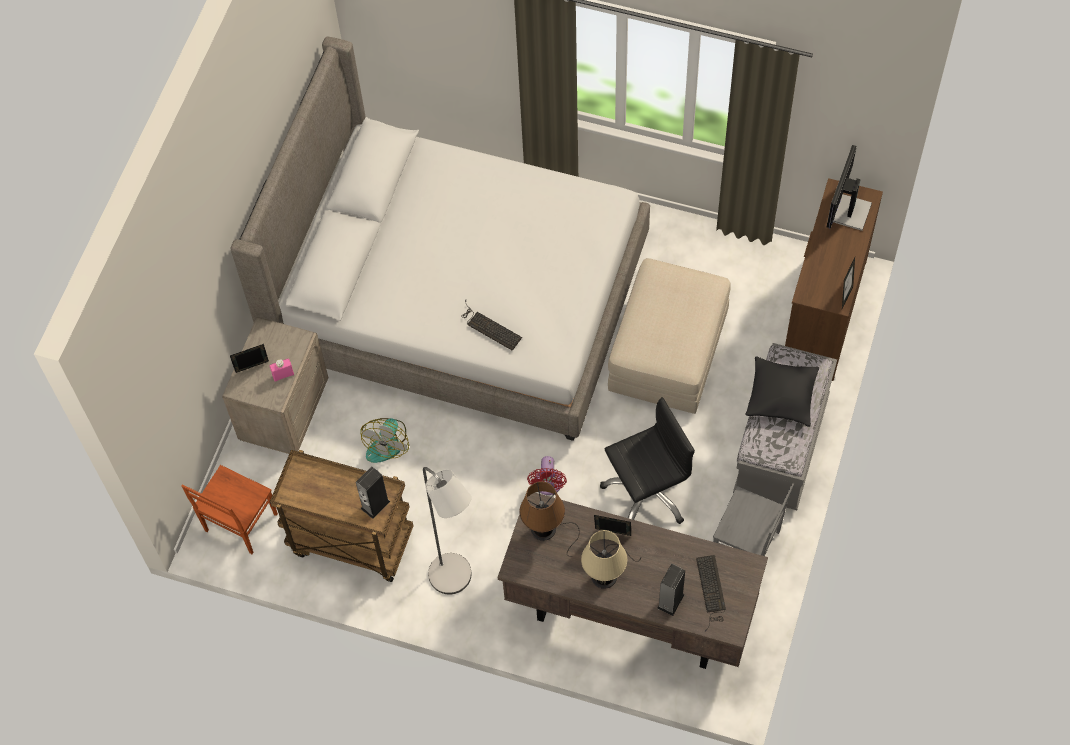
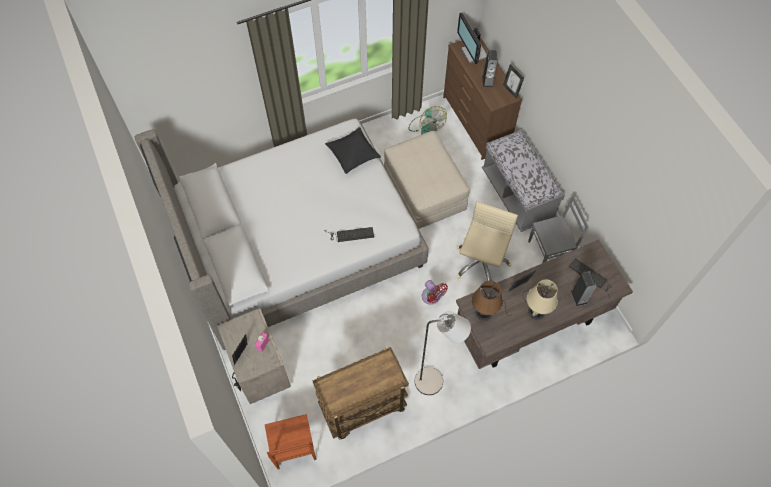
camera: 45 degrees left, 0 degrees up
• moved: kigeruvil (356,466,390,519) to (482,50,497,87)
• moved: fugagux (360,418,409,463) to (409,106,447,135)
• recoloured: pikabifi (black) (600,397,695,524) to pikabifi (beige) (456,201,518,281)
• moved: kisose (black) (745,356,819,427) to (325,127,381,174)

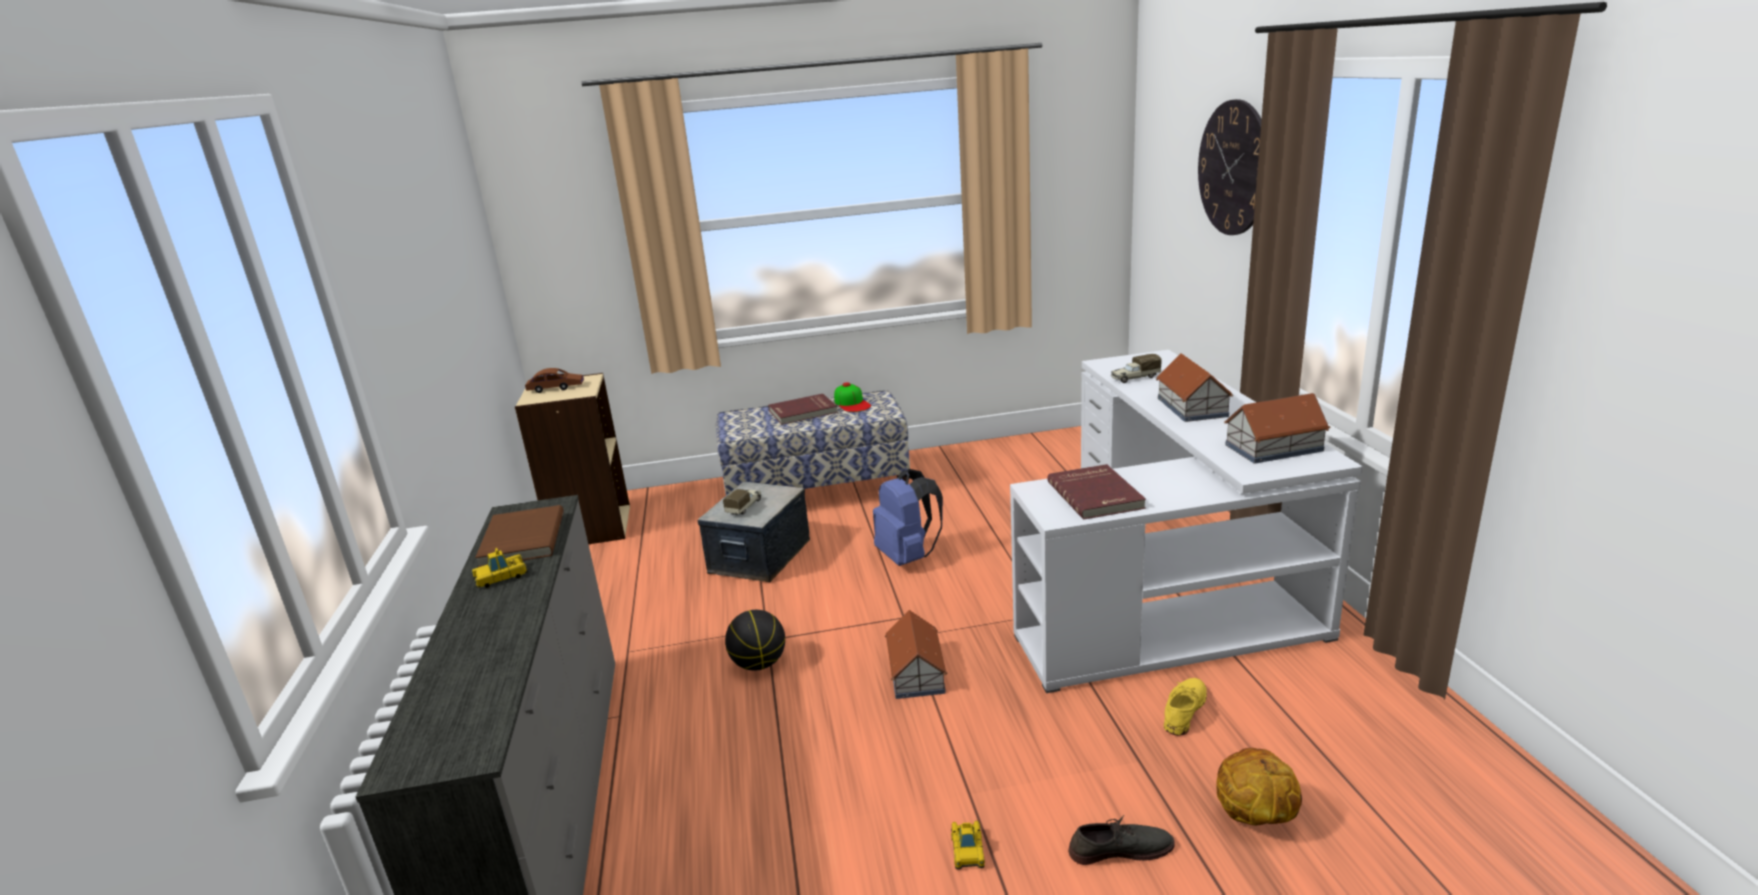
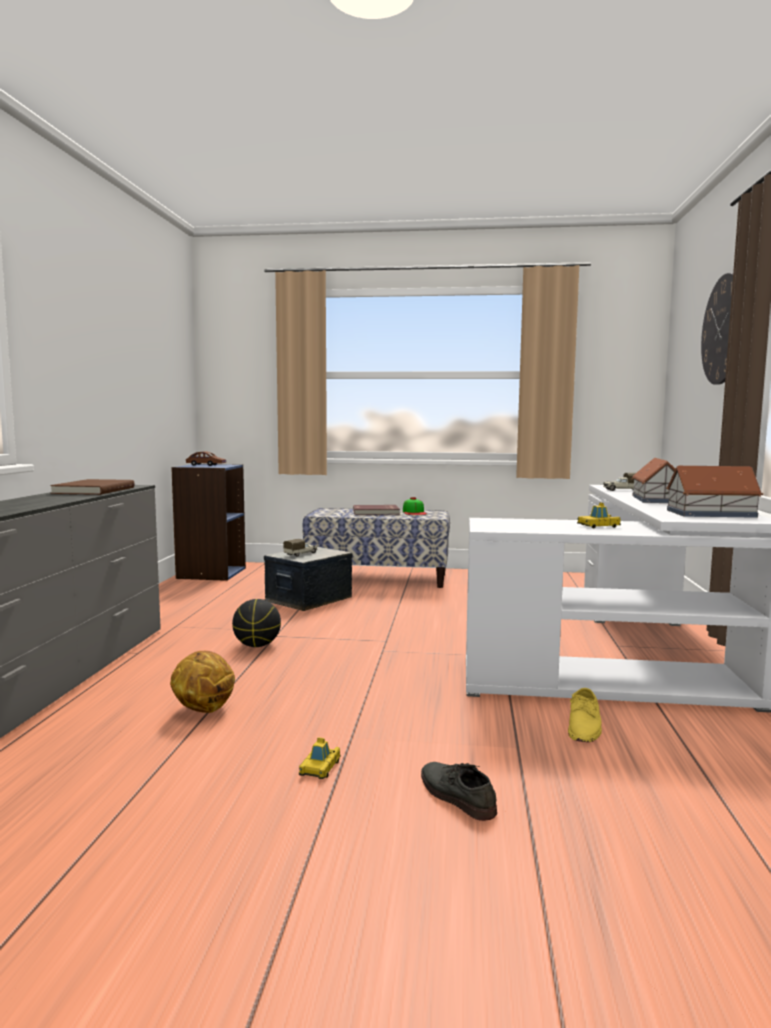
camera: 15 degrees right, 15 degrees down
• moved: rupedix (471,548,528,588) to (577,502,621,528)
• recoloured: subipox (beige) (515,373,630,544) to subipox (blue) (171,464,246,581)
• removed: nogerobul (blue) (873,469,943,566)
• removed: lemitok (885,610,947,699)
• removed: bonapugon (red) (1047,464,1146,520)
• turned: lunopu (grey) (1068,815,1175,865) = (421,762,497,821) 135 degrees counterclockwise
• turned: lunopu (yellow) (1164,678,1207,736) = (568,688,602,742) 150 degrees clockwise
• moved: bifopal (1216,748,1302,826) to (170,651,235,713)

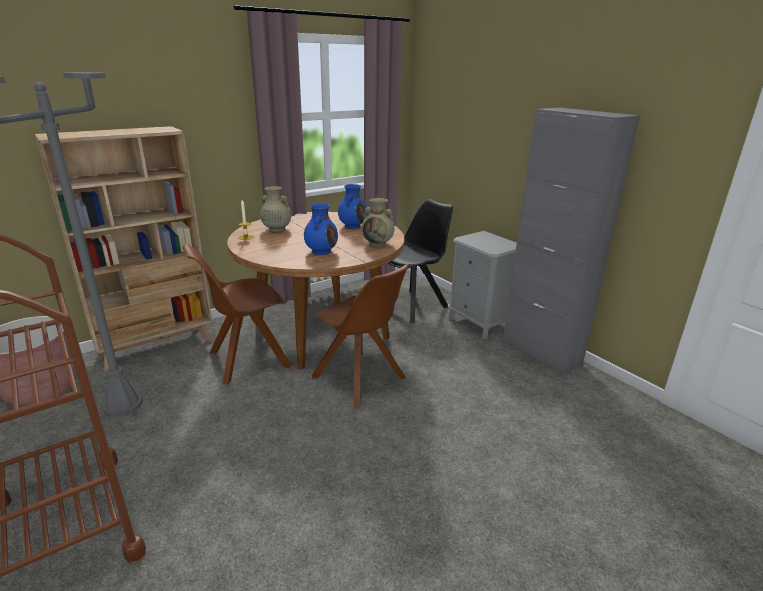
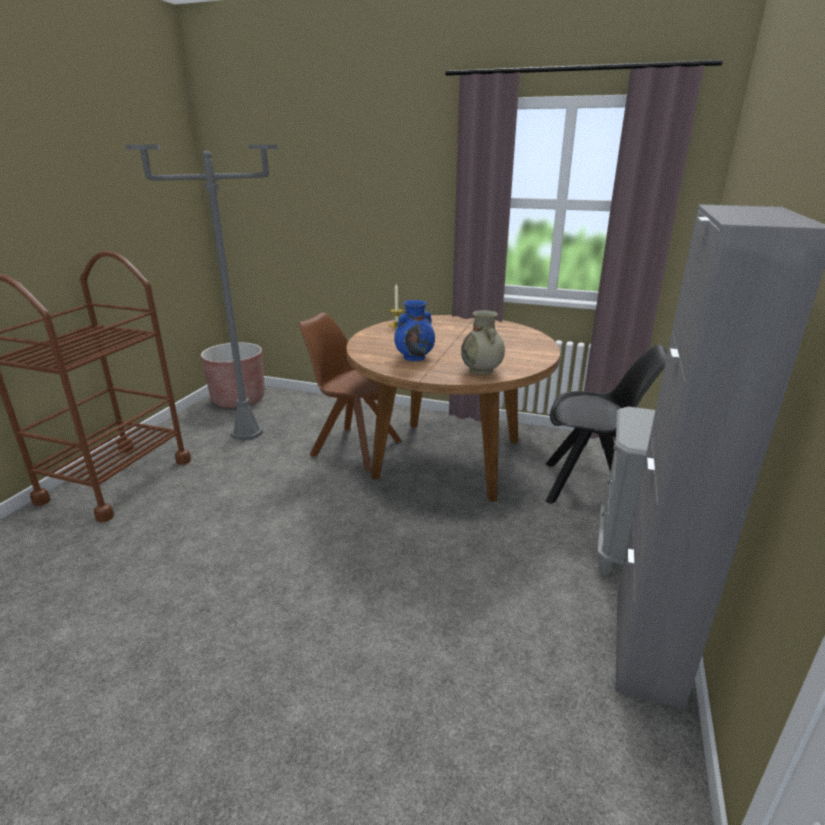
camera: 55 degrees right, 0 degrees up
• removed: subipox (beige) (35,126,213,372)
• removed: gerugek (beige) (260,186,291,232)
• removed: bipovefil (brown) (312,264,409,407)
• removed: gerugek (blue) (338,184,367,229)

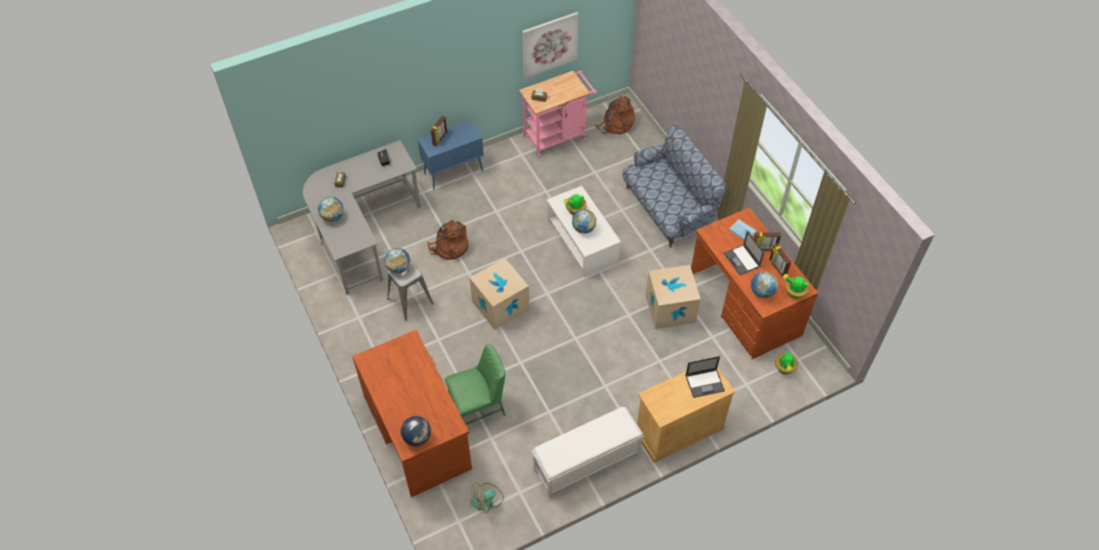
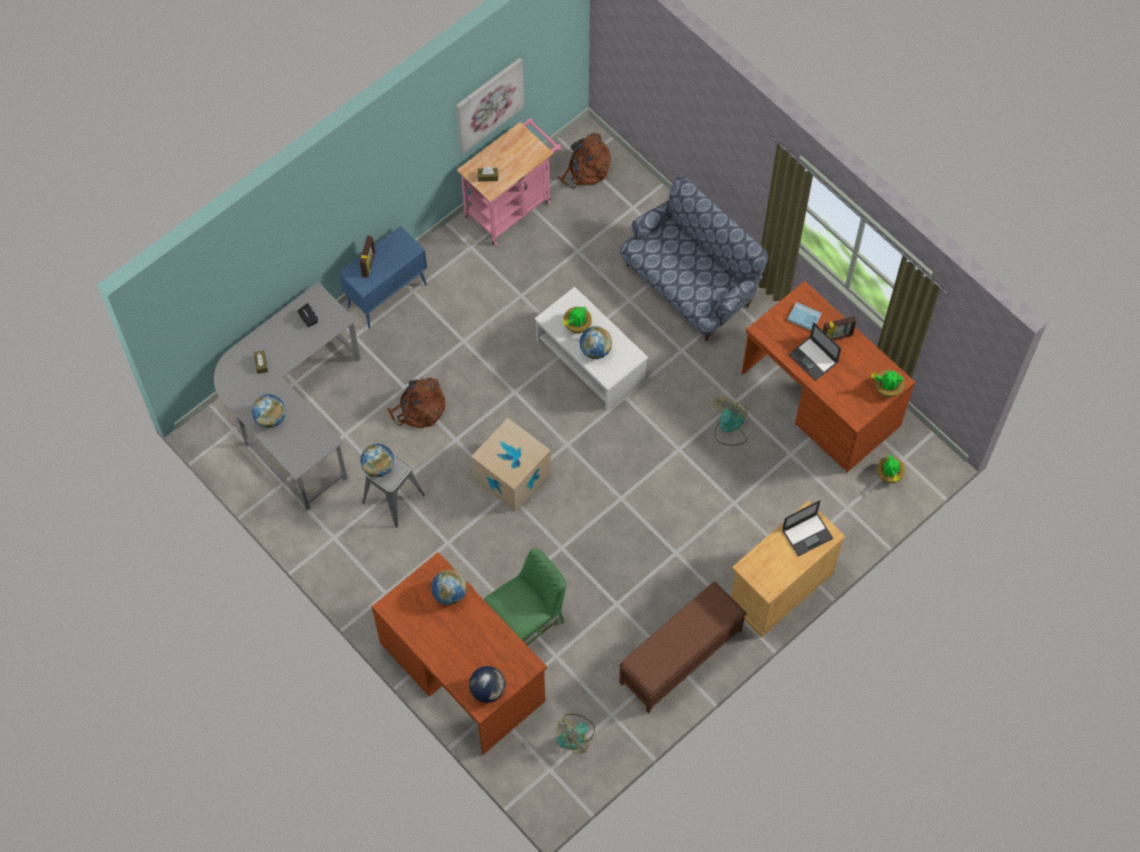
camera: 15 degrees left, 10 degrees up
• recoloured: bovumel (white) (531,407,644,498) to bovumel (brown) (619,582,747,713)
• replaced: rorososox (646,265,701,329) to fugagux (713,397,748,446)
• moved: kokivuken (751,271,778,298) to (431,570,467,605)
• removed: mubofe (769,244,791,277)

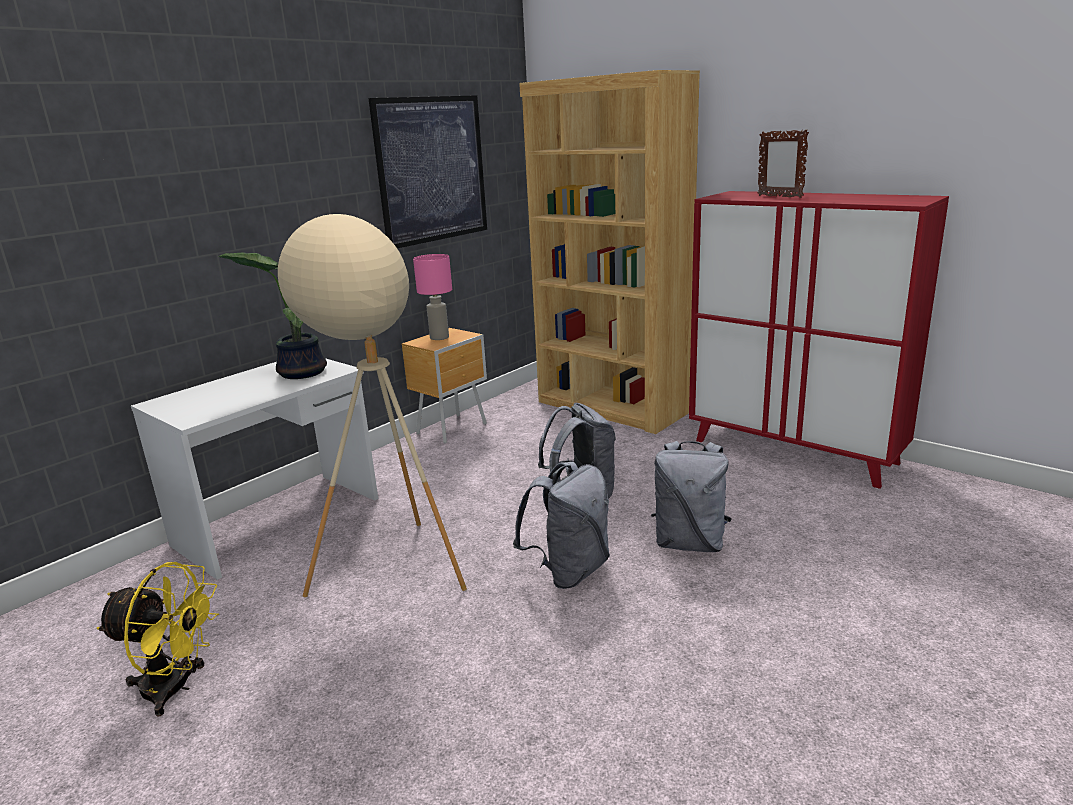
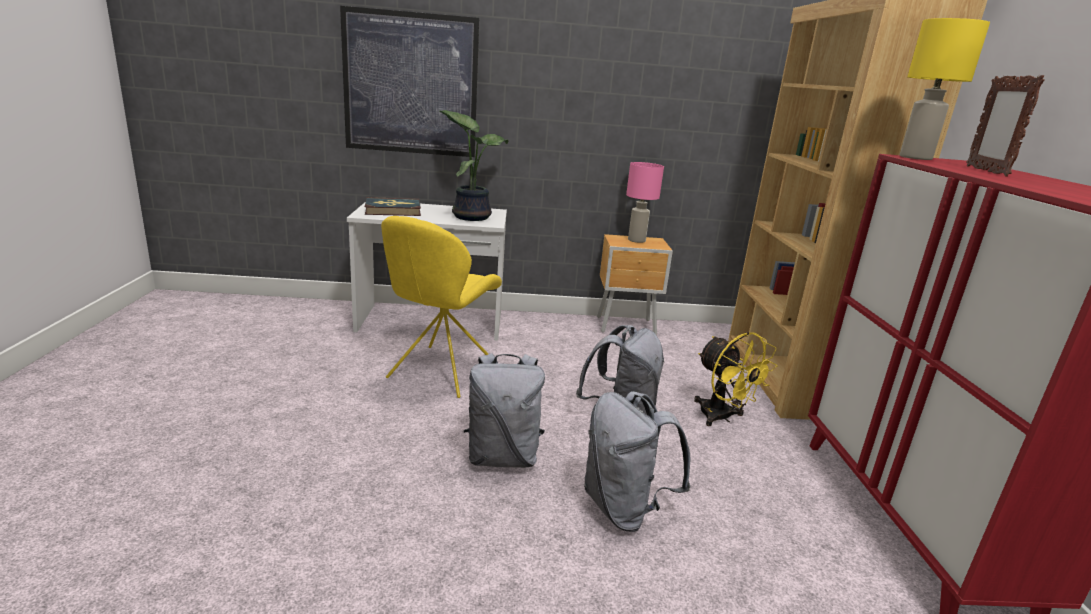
camera: 45 degrees right, 0 degrees up
• moved: fugagux (yellow) (97,562,219,717) to (694,332,777,426)
• replaced: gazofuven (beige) (278,214,467,597) to bipovefil (yellow) (381,216,502,398)
• moved: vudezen (368,95,487,248) to (340,6,479,157)
• added: bonapugon (365,197,421,216)
• added: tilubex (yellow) (900,18,990,160)

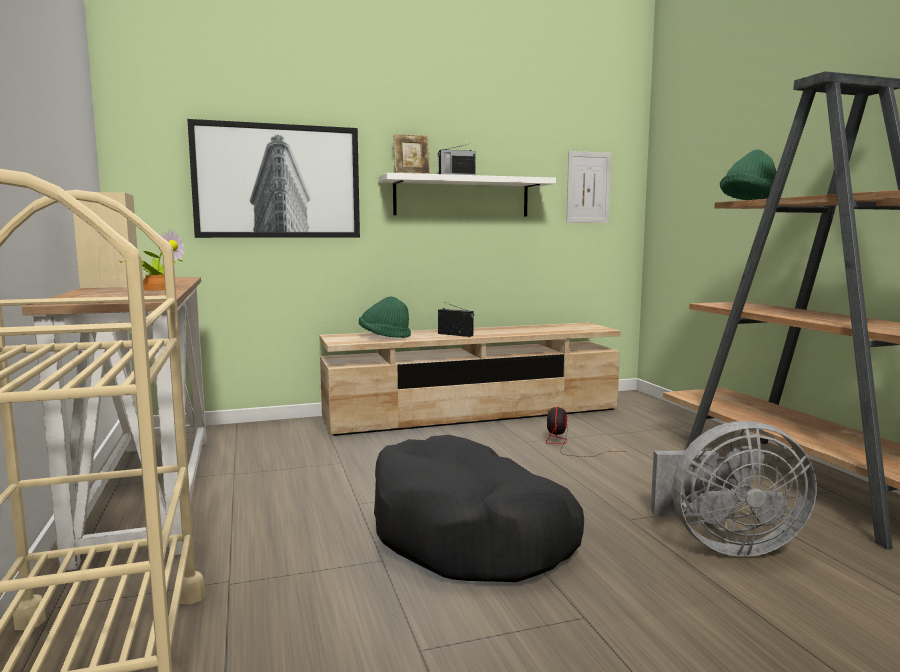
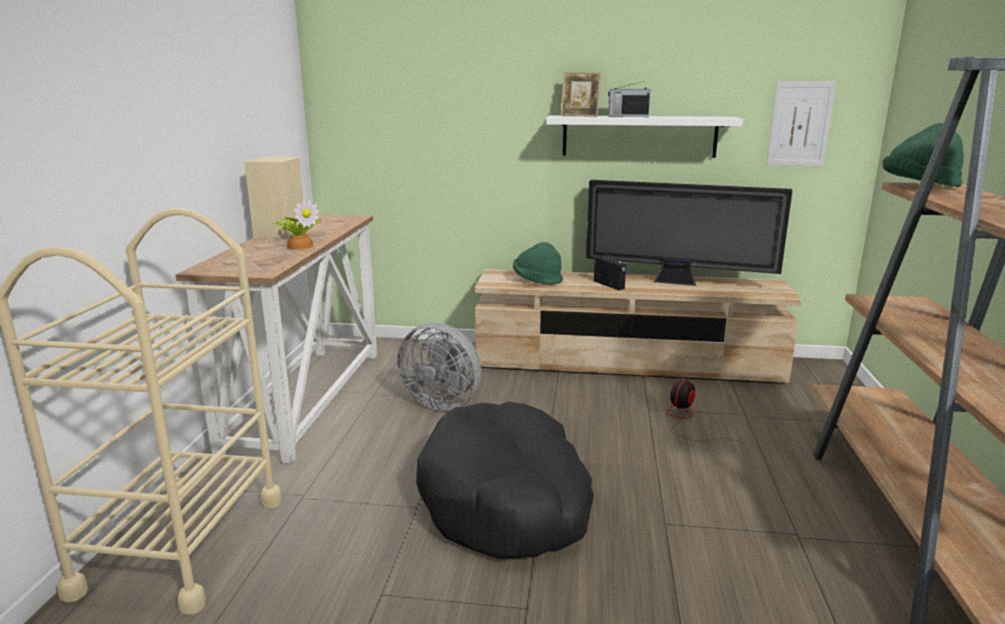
camera: 25 degrees right, 10 degrees up
• removed: vudezen (187,119,360,238)
• moved: fugagux (grey) (651,421,817,557) to (397,323,482,411)
• added: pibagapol (586,180,792,286)

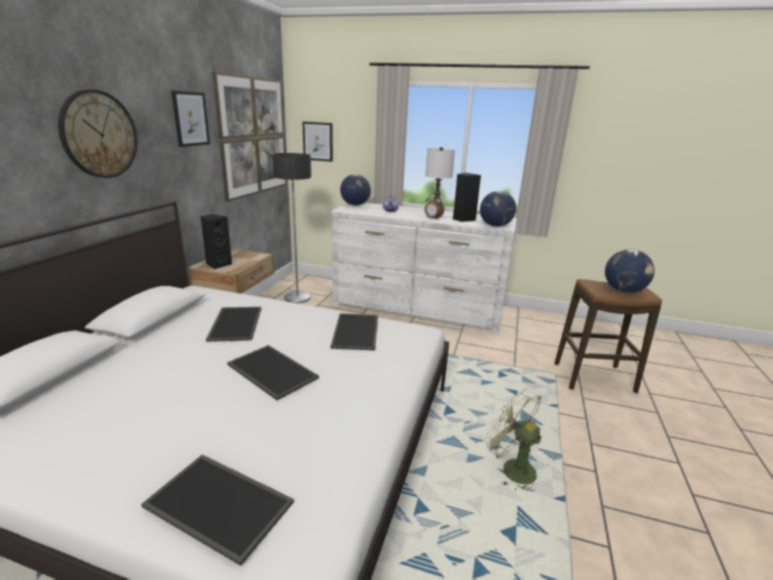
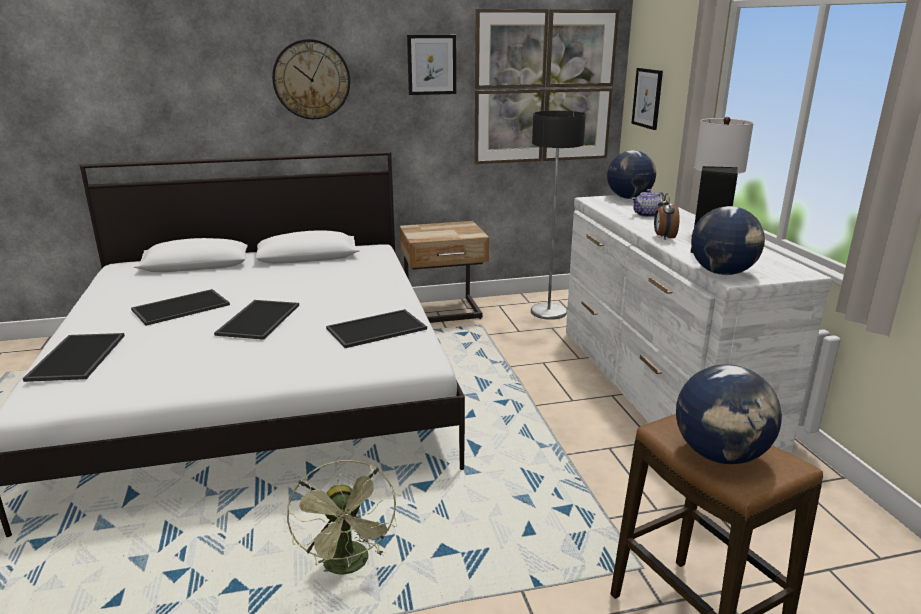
camera: 60 degrees right, 0 degrees up
• removed: kigeruvil (black) (200,214,232,269)
• moved: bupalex (206,307,261,342) to (131,289,230,326)
• turned: fugagux (green) (485,388,542,491) = (287,460,397,575) 150 degrees clockwise

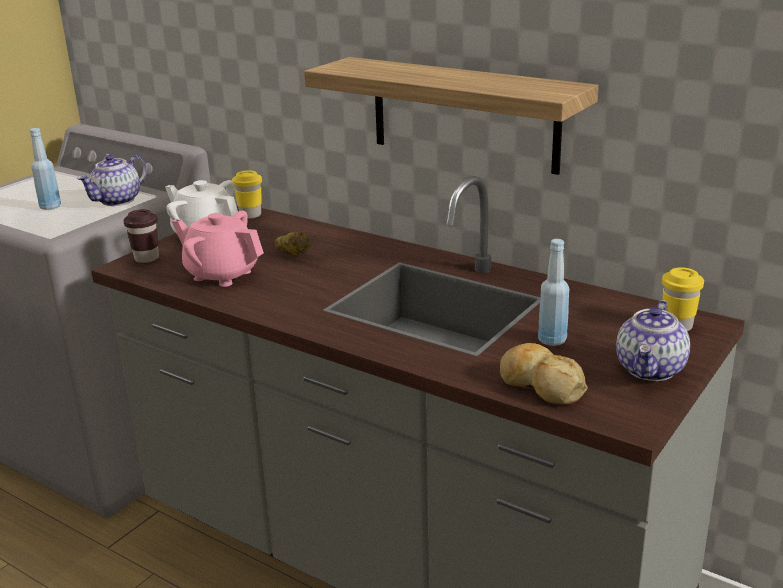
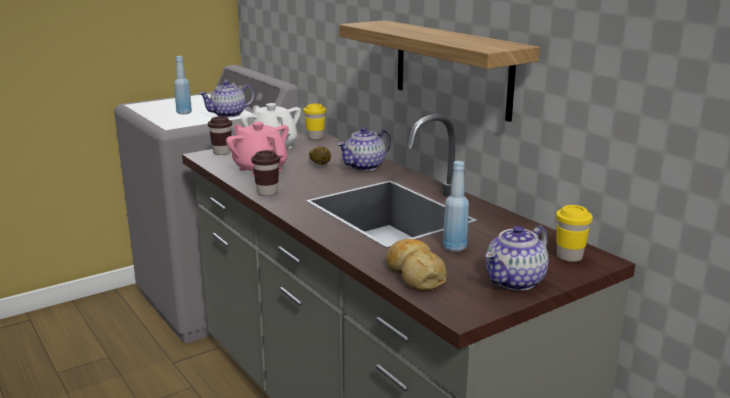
camera: 20 degrees right, 5 degrees down
• added: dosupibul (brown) (251,150,280,196)
• added: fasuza (337,127,391,171)

